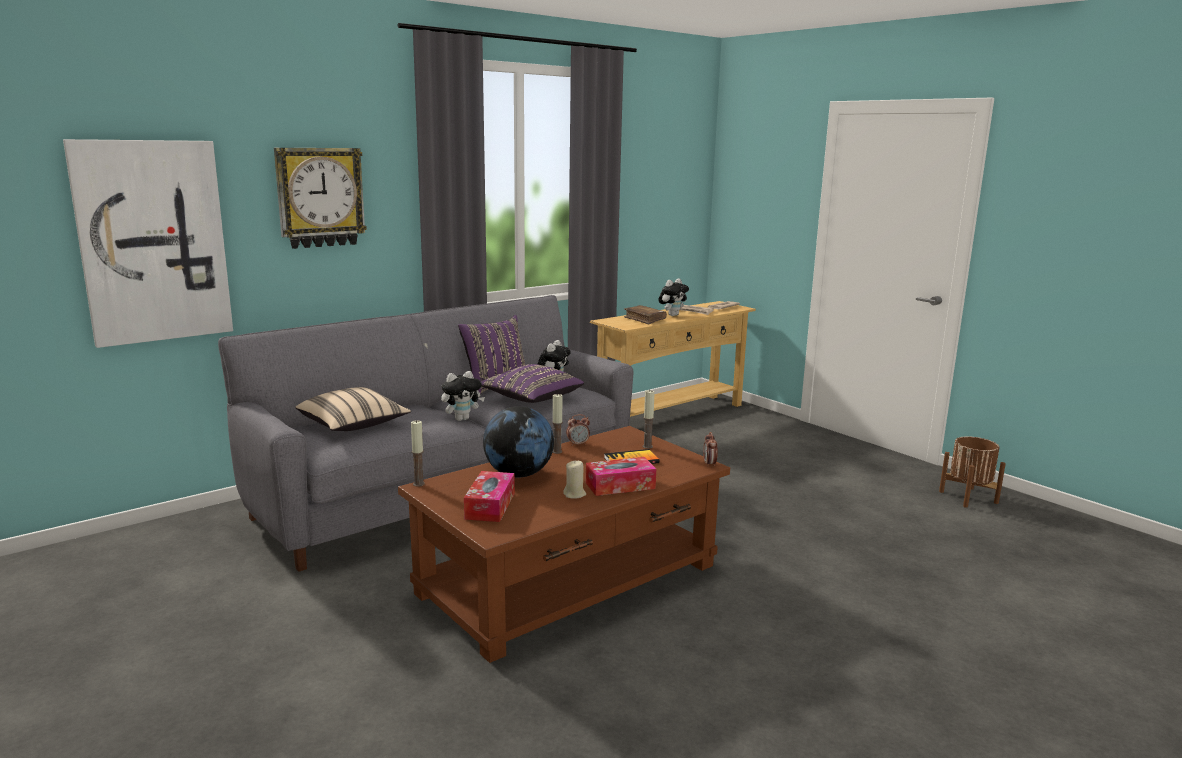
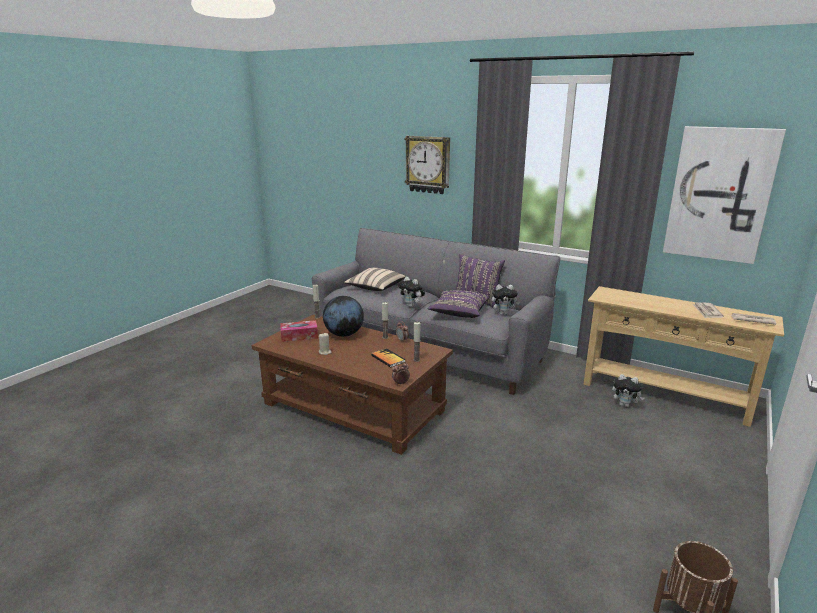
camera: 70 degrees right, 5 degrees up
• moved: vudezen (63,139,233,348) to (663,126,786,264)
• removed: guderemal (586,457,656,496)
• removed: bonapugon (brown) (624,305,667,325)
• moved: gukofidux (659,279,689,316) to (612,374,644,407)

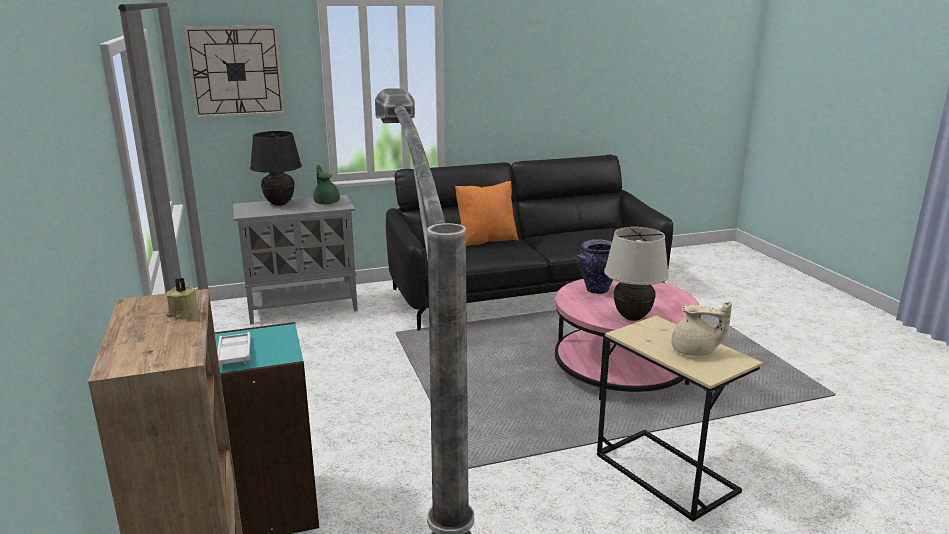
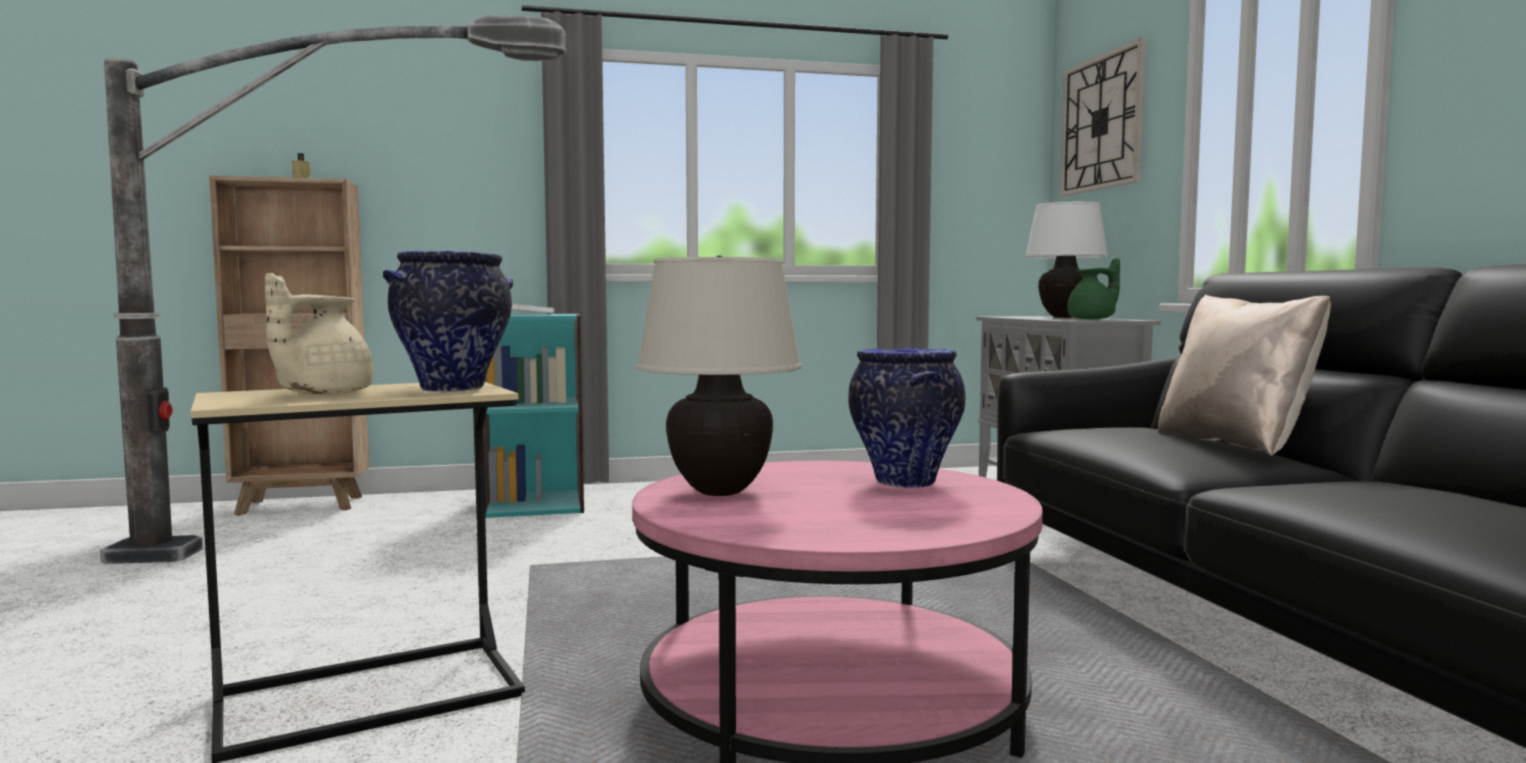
camera: 95 degrees right, 15 degrees down
• recoloured: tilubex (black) (250,131,302,206) to tilubex (white) (1025,201,1108,318)
• recoloured: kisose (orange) (455,181,519,246) to kisose (beige) (1158,295,1331,456)
• added: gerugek (383,251,513,392)

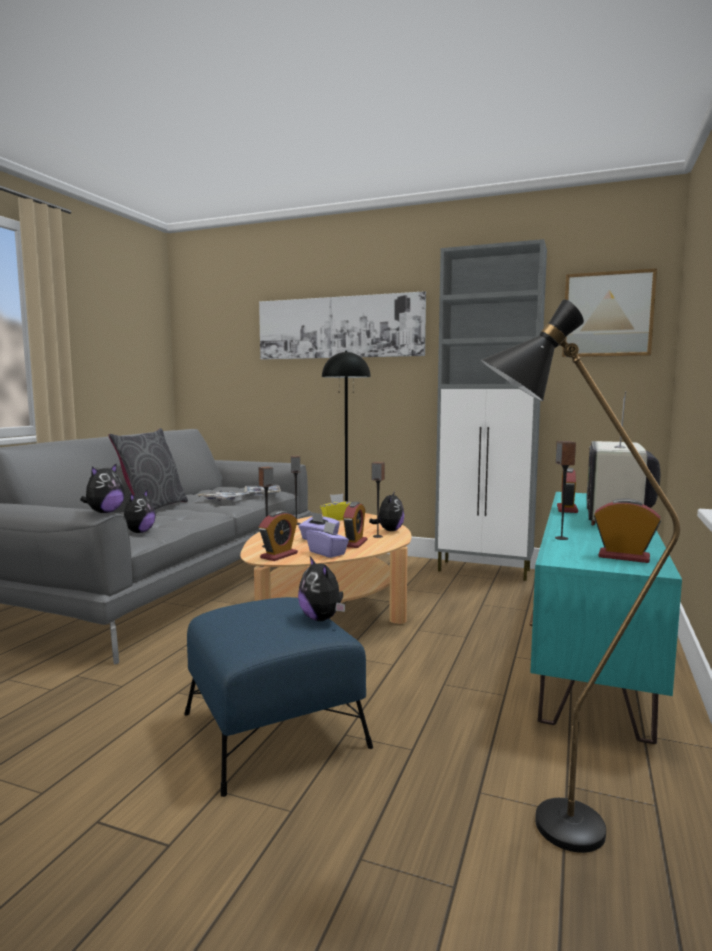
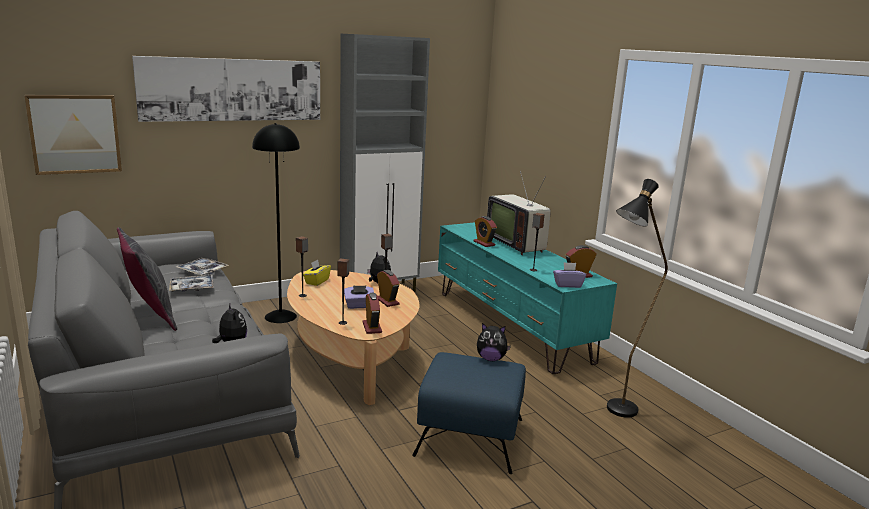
camera: 50 degrees left, 10 degrees up
• removed: gukofidux (80,463,125,513)
• moved: guderemal (purple) (306,521,349,558) to (553,262,586,288)
• moved: vudezen (562,268,657,357) to (24,95,122,175)

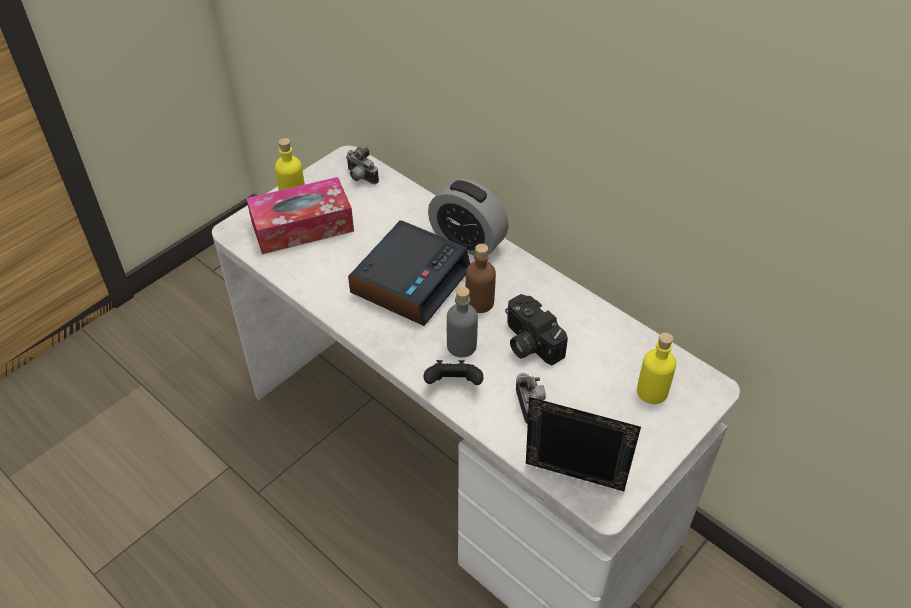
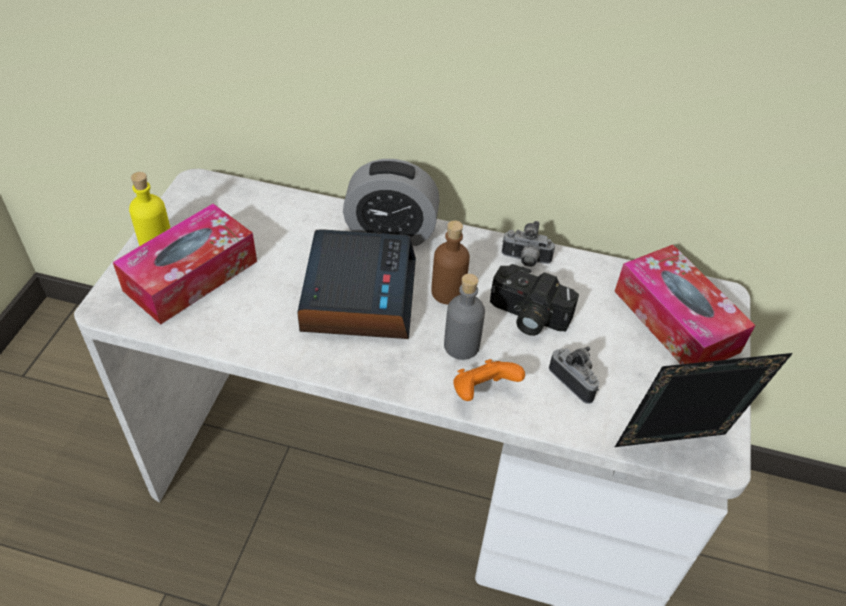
camera: 30 degrees left, 0 degrees up
• moved: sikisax (346,147,379,184) to (502,221,555,267)
• recoloured: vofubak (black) (424,360,483,385) to vofubak (orange) (453,359,525,401)
• replaced: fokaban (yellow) (637,332,676,404) to guderemal (615,245,756,364)

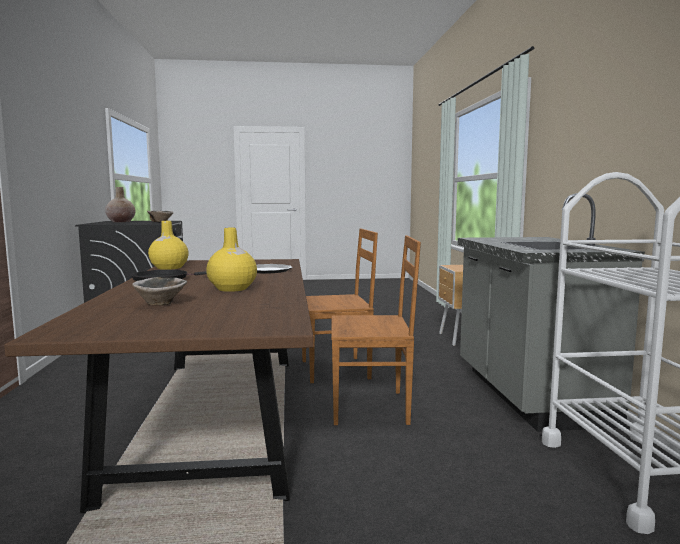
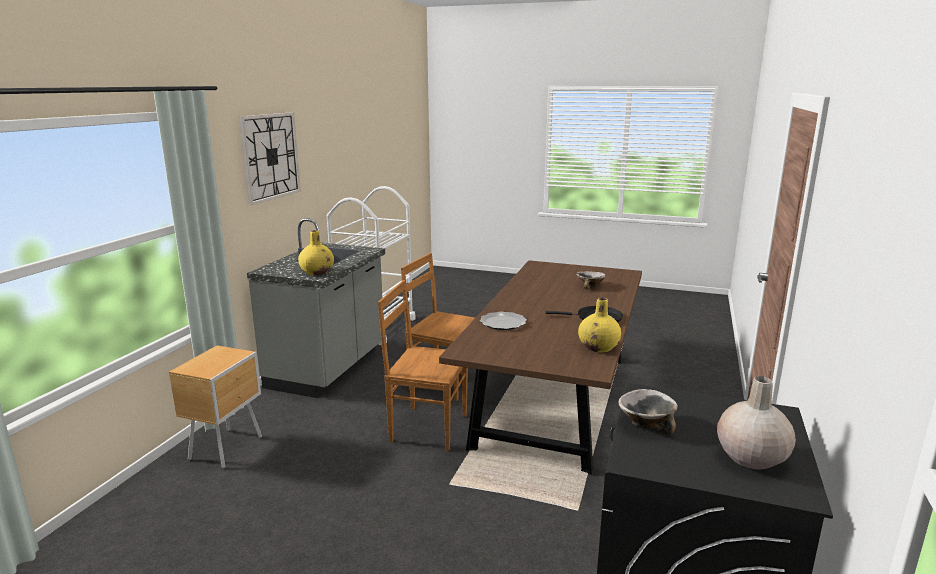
camera: 155 degrees left, 10 degrees up
• moved: gerugek (yellow) (206,228,257,292) to (298,230,334,275)
• added: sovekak (239,112,301,205)

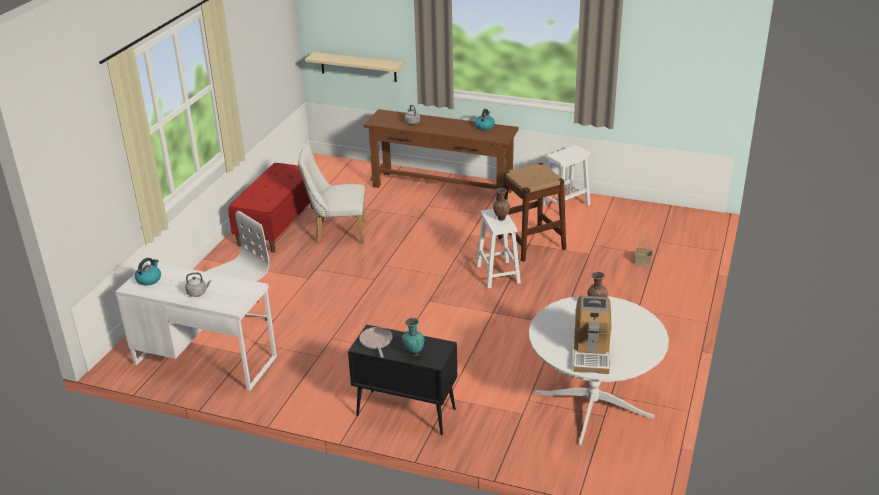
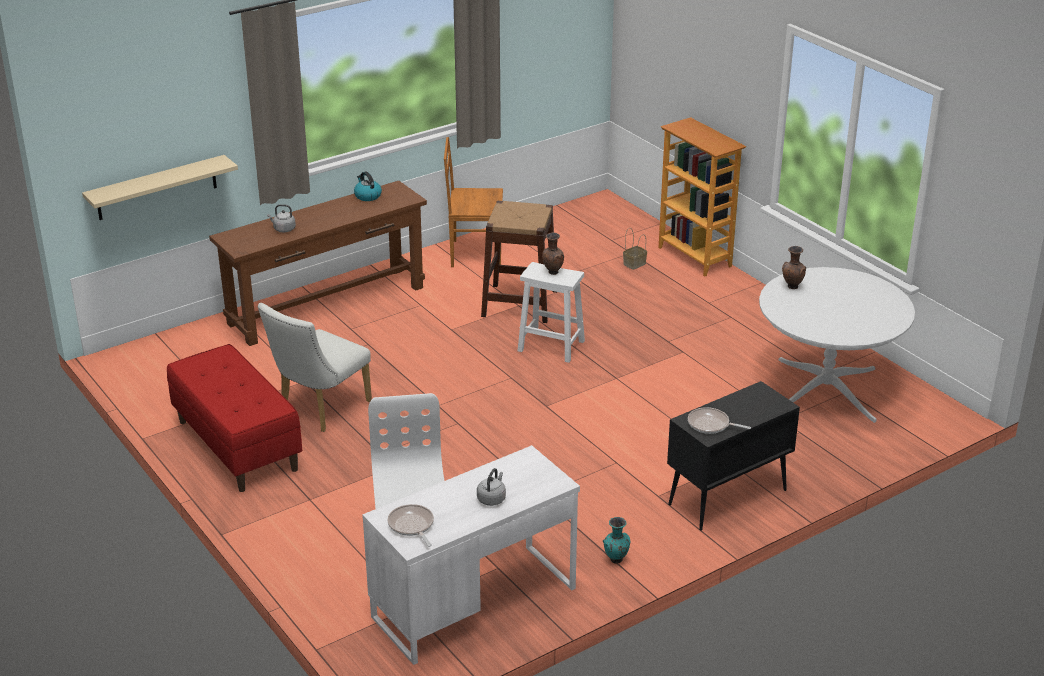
camera: 55 degrees left, 0 degrees up
• replaced: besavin (135,258,161,285) to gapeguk (388,504,434,547)
• moved: gerugek (turquoise) (402,318,425,356) to (603,517,631,564)
• replaced: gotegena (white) (543,145,590,216) to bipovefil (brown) (444,137,503,267)
• removed: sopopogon (573,295,611,374)
• added: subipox (658,117,746,277)

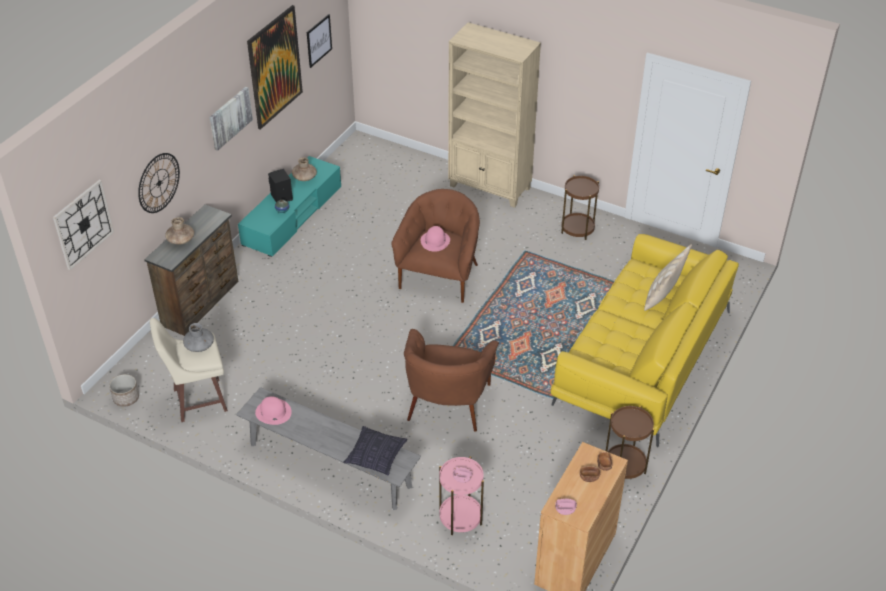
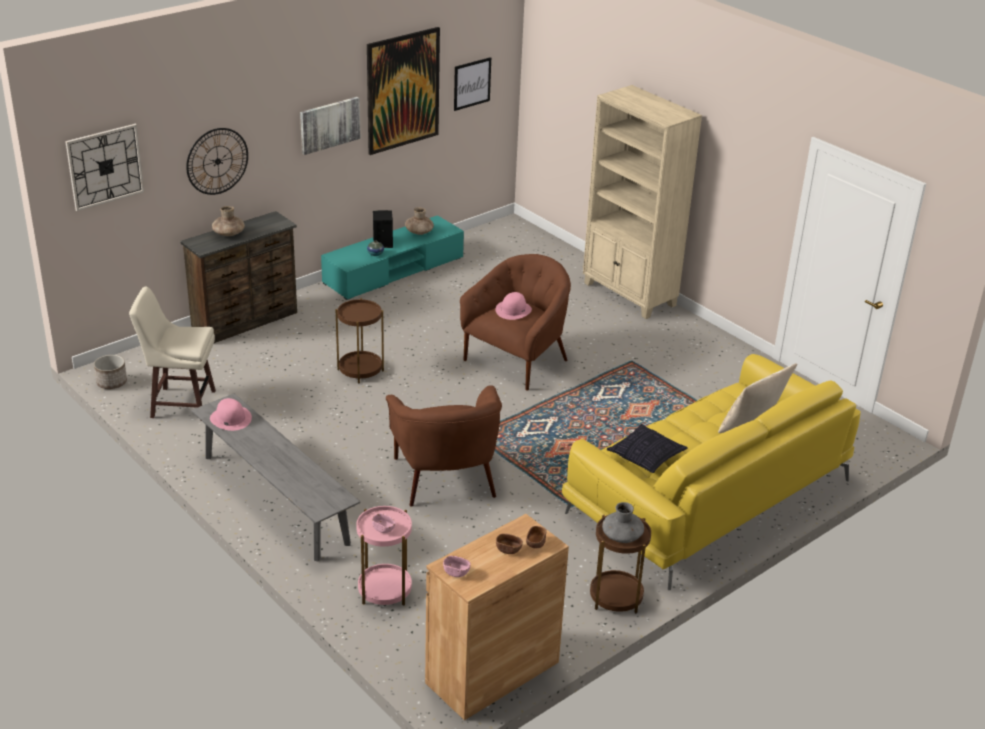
camera: 20 degrees right, 10 degrees down
• moved: gerugek (grey) (183,323,214,352) to (602,502,644,543)
• moved: kisose (343,426,408,475) to (606,424,688,473)
• turned: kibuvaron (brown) (404,329,499,432) = (386,385,502,507) 45 degrees counterclockwise
• moved: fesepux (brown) (561,175,599,240) to (336,298,384,383)

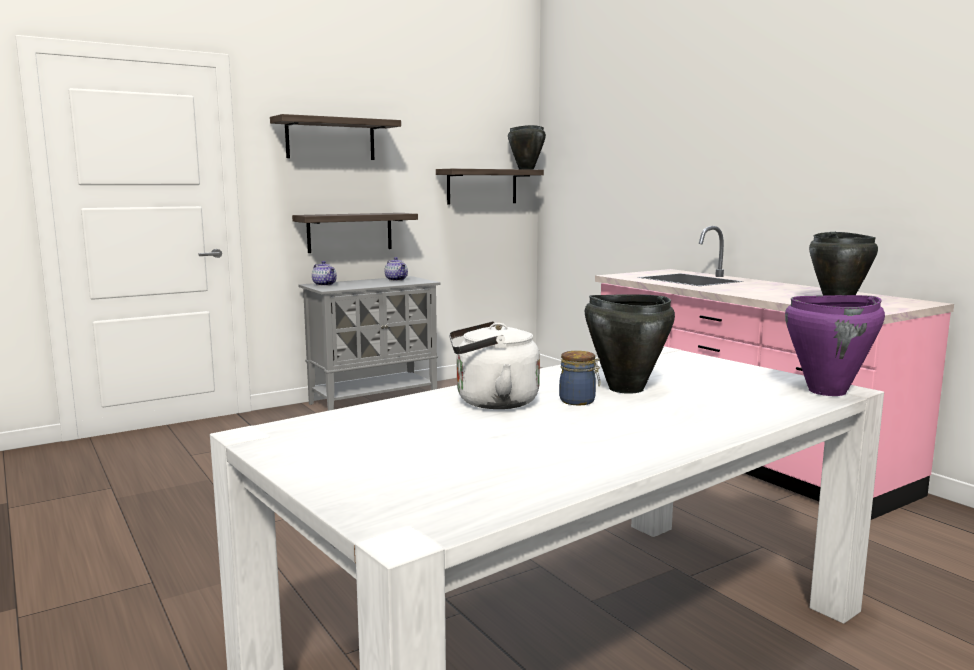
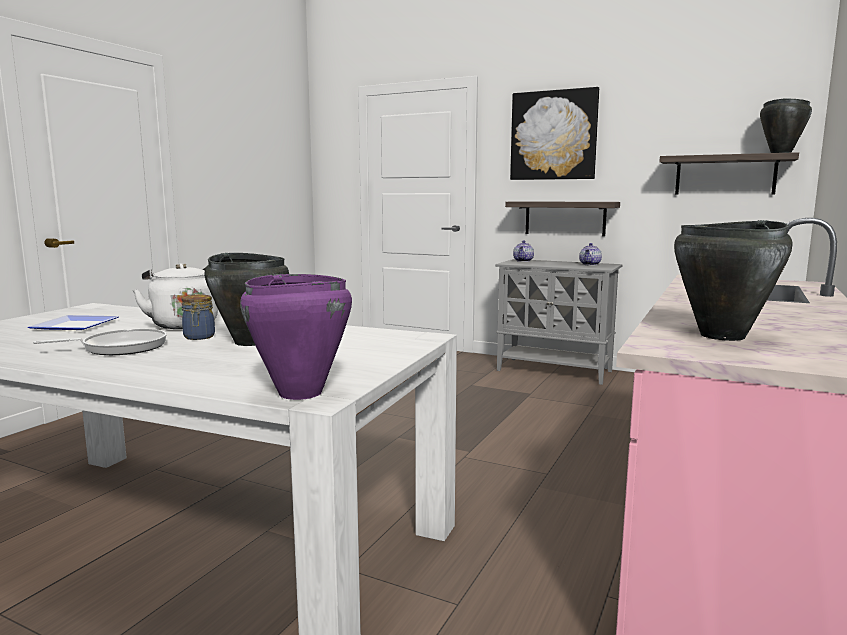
camera: 60 degrees right, 0 degrees up
• replaced: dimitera (270,114,401,160) to vudezen (510,87,599,180)
• added: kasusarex (28,315,119,330)
• added: gapeguk (33,329,167,355)

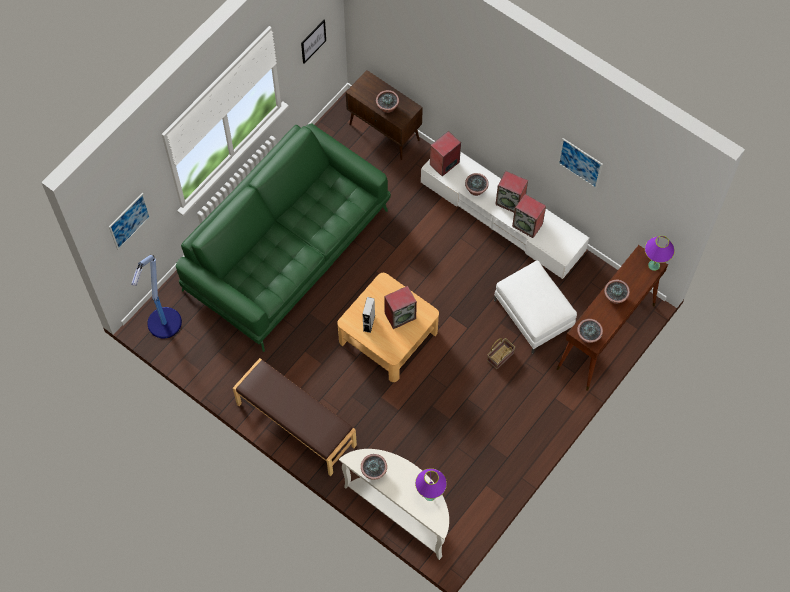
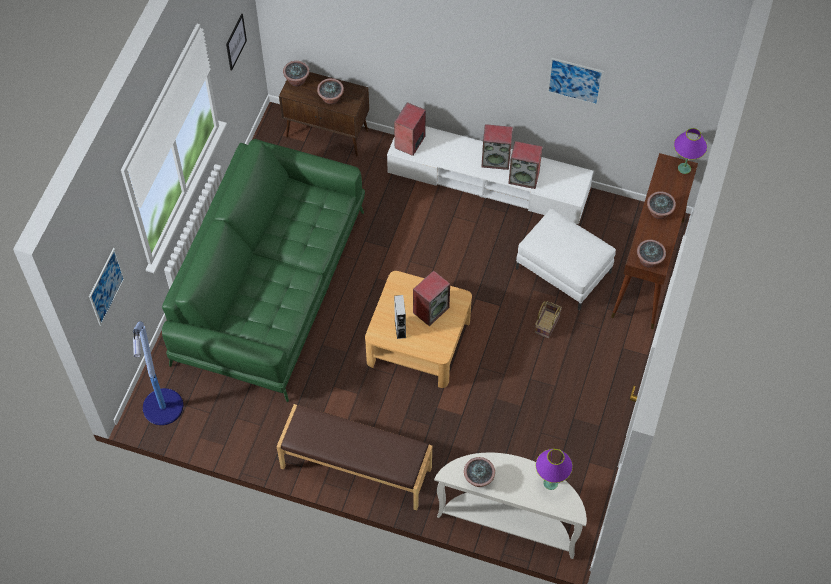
camera: 20 degrees left, 5 degrees down
• moved: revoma (465,173,489,196) to (283,61,310,86)

